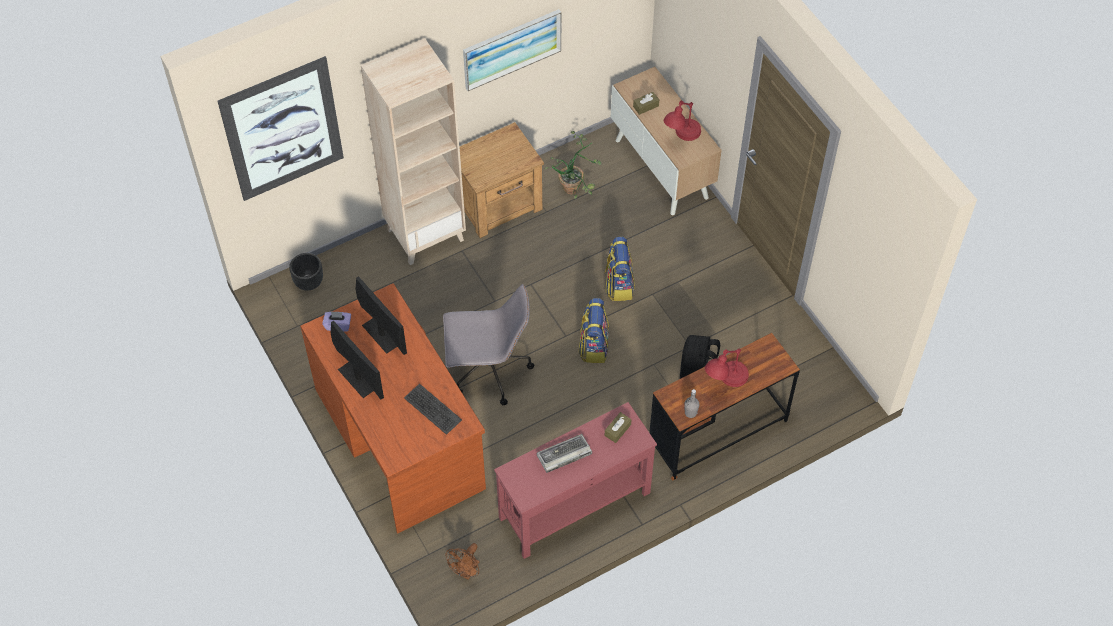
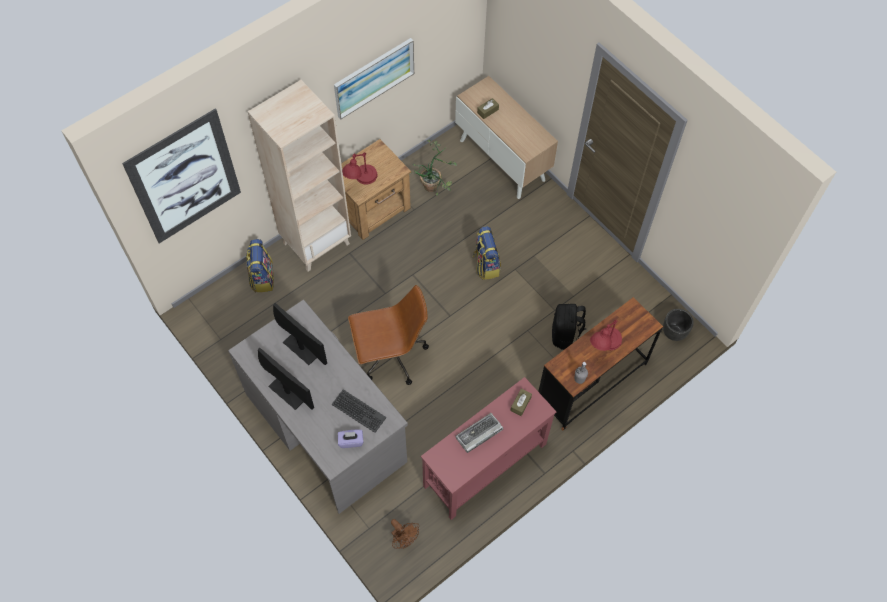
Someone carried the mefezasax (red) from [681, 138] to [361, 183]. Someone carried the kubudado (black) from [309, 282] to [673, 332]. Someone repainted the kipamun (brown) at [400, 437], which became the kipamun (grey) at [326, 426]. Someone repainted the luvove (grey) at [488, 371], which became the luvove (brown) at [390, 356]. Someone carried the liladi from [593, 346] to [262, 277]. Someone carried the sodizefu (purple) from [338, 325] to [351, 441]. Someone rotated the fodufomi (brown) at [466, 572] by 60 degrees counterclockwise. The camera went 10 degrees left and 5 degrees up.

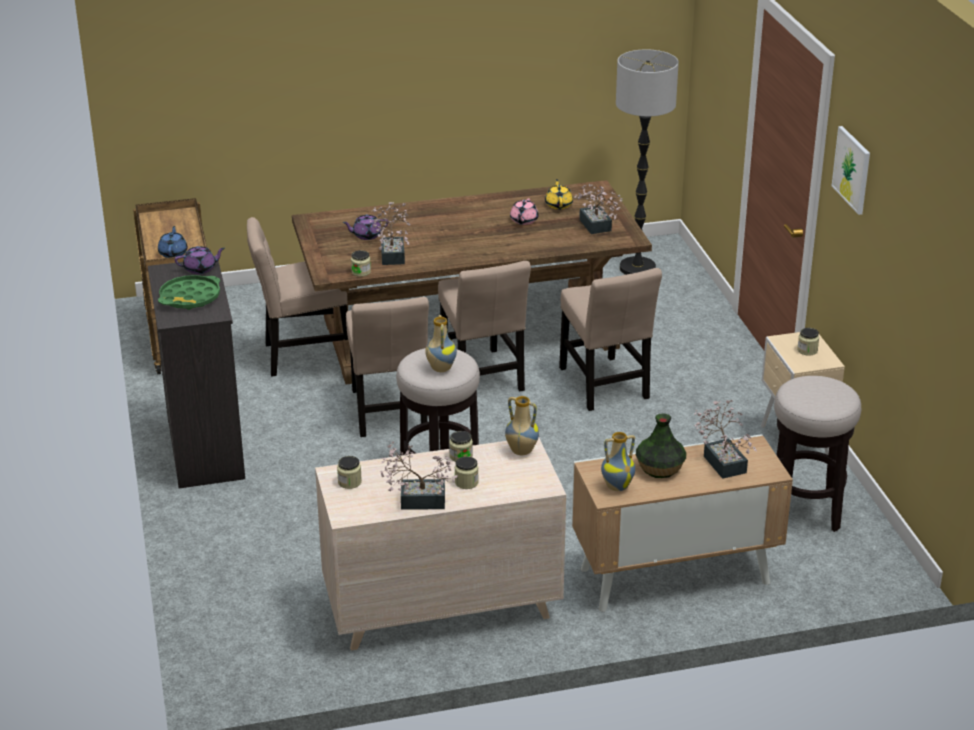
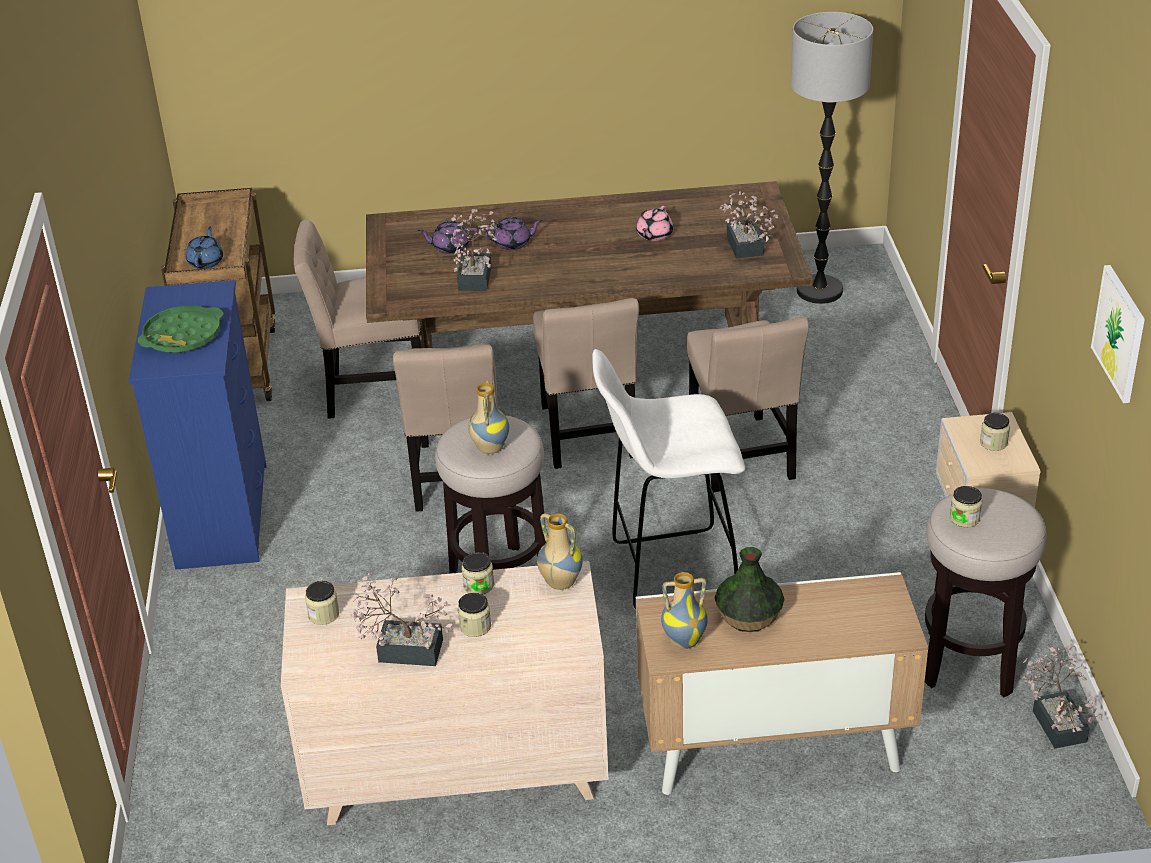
Someone carried the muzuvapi from [852, 169] to [1119, 333]. Someone took away the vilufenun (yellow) at [558, 205]. Someone carried the vilufenun (purple) from [200, 269] to [513, 243]. Someone carried the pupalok from [361, 272] to [964, 518]. Someone repainted the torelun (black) at [206, 448], which became the torelun (blue) at [223, 514]. Someone carried the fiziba from [722, 461] to [1057, 721]. Someone put down the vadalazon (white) at [669, 571]. The camera went 10 degrees right and 5 degrees up.

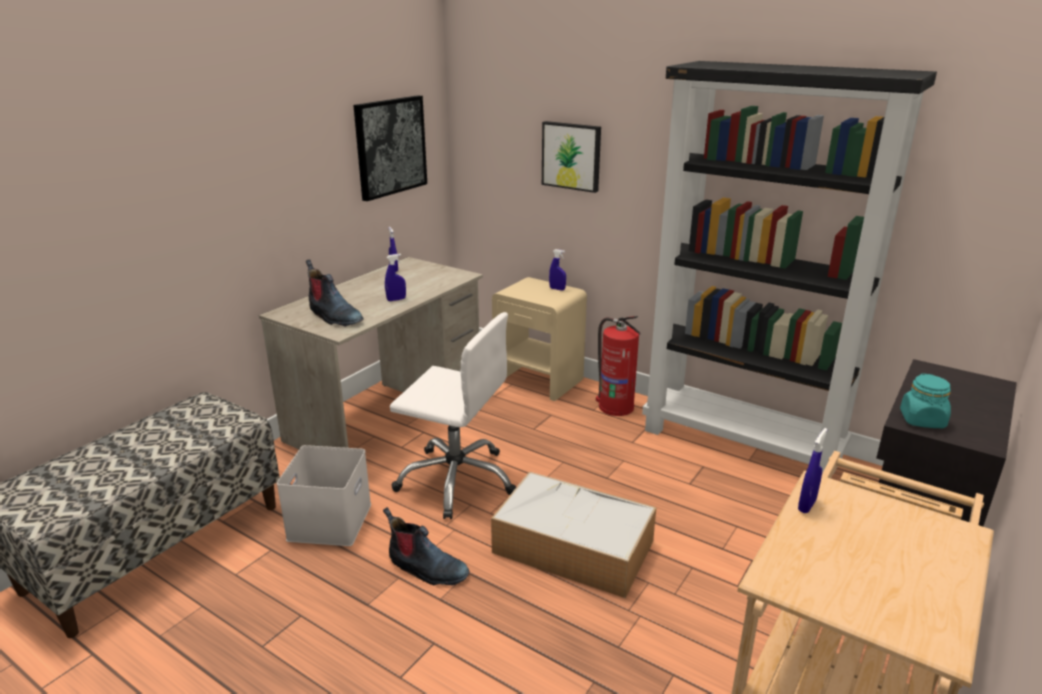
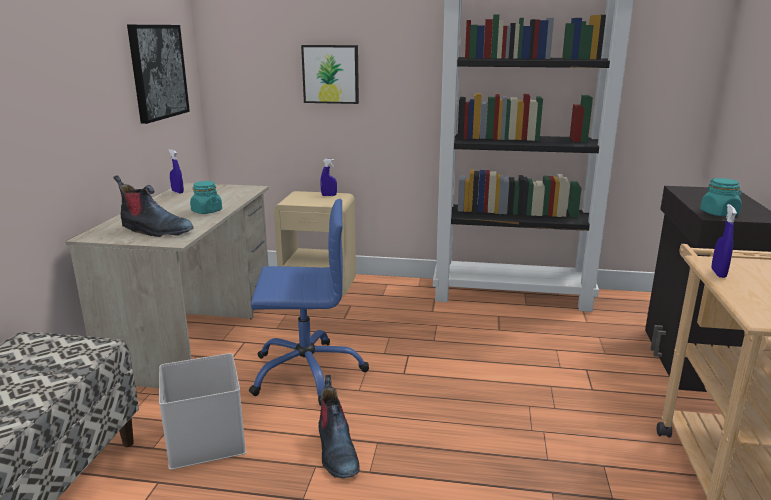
Someone swapped the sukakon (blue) at [396, 299] for the pupalok (turquoise) at [206, 211]. Someone repainted the luvove (white) at [456, 480], which became the luvove (blue) at [307, 372]. Someone took away the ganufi at [615, 406]. Someone took away the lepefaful at [570, 547]. Someone rotated the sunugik at [426, 569] by 75 degrees clockwise. The camera went 25 degrees left and 5 degrees down.

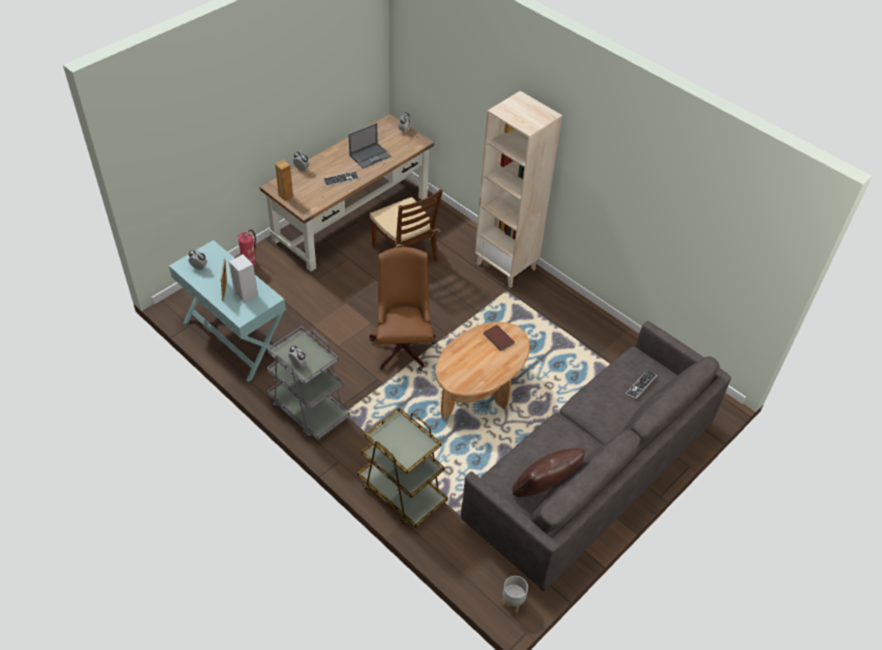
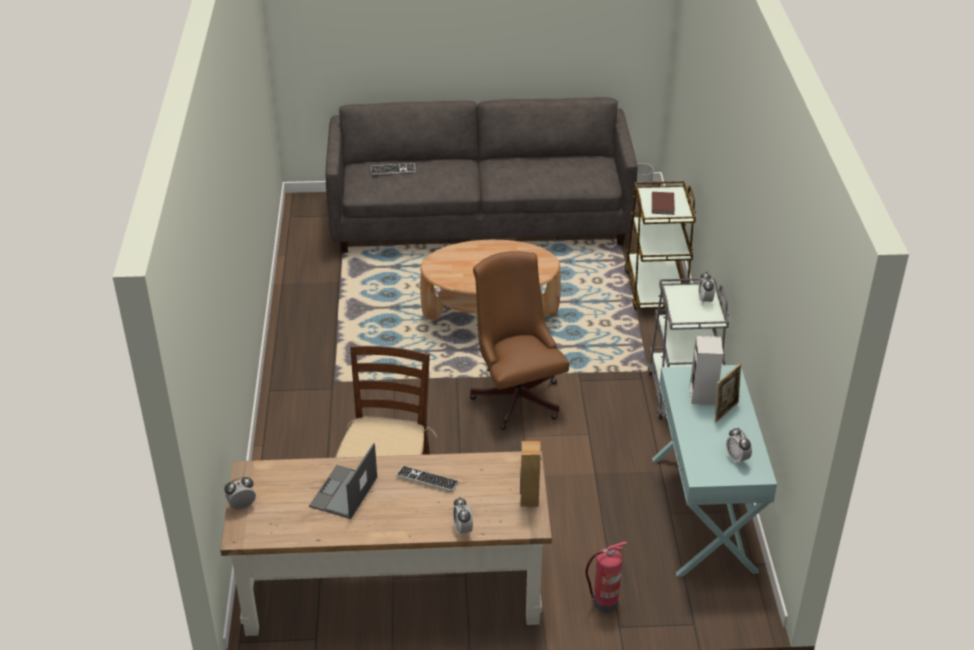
Someone took away the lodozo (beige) at [506, 266]. Someone rotated the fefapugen at [370, 155] by 75 degrees counterclockwise. Someone rotated the luvove (brown) at [403, 345] by 120 degrees clockwise. Someone carried the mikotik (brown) from [498, 339] to [663, 204]. Someone took away the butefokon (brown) at [544, 489]. The camera went 135 degrees left and 10 degrees down.

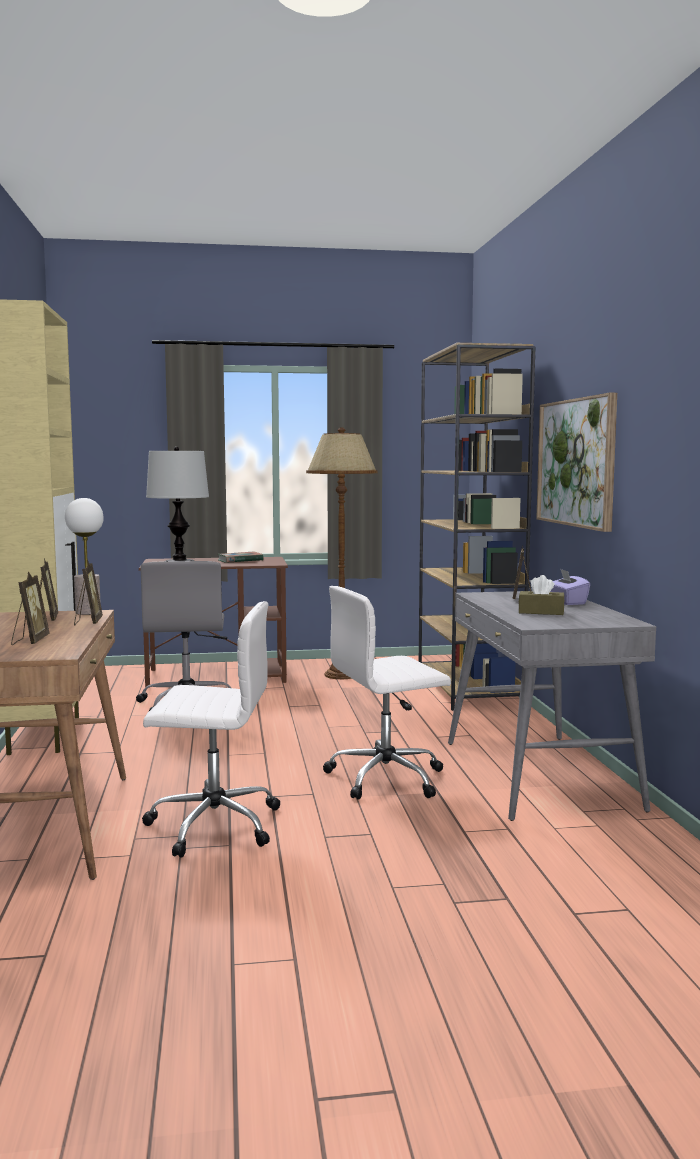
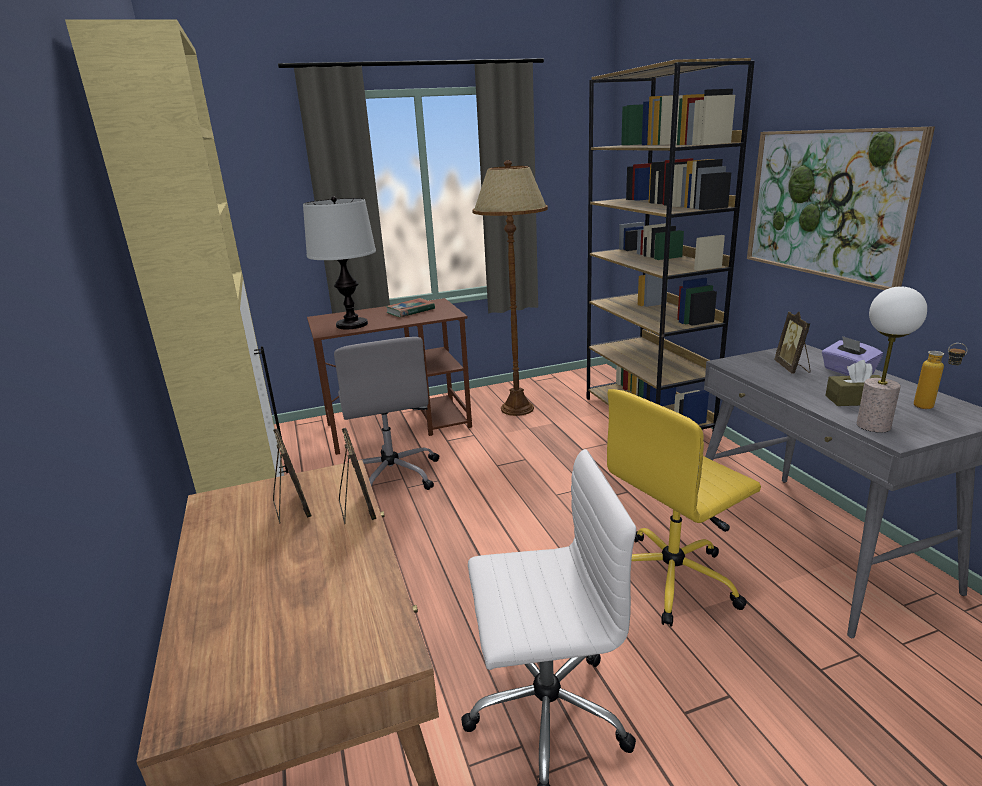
Someone carried the mefezasax from [87, 612] to [873, 426]. Someone took away the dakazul at [30, 641]. Someone repainted the luvove (white) at [388, 778], which became the luvove (yellow) at [673, 578]. Someone put down the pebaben at [932, 407]. The camera went 10 degrees left and 15 degrees up.

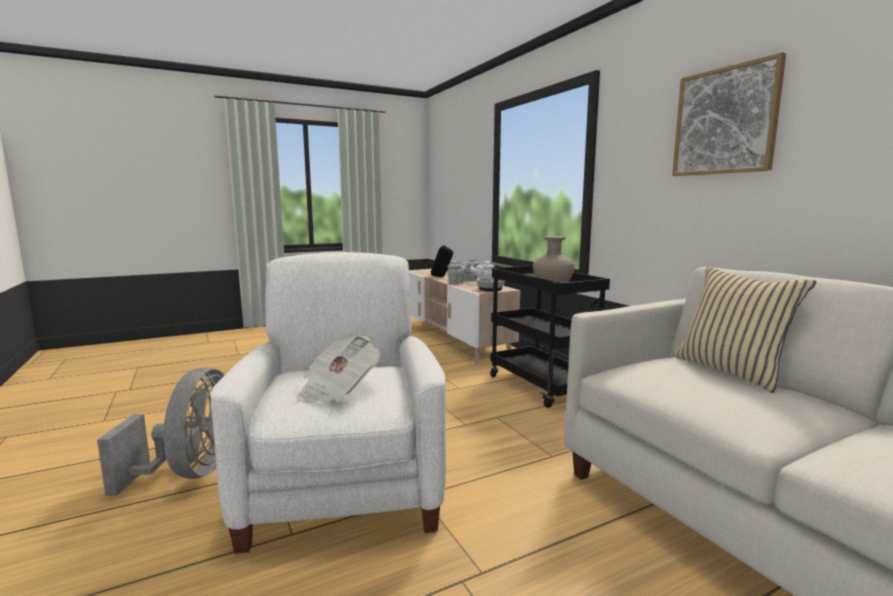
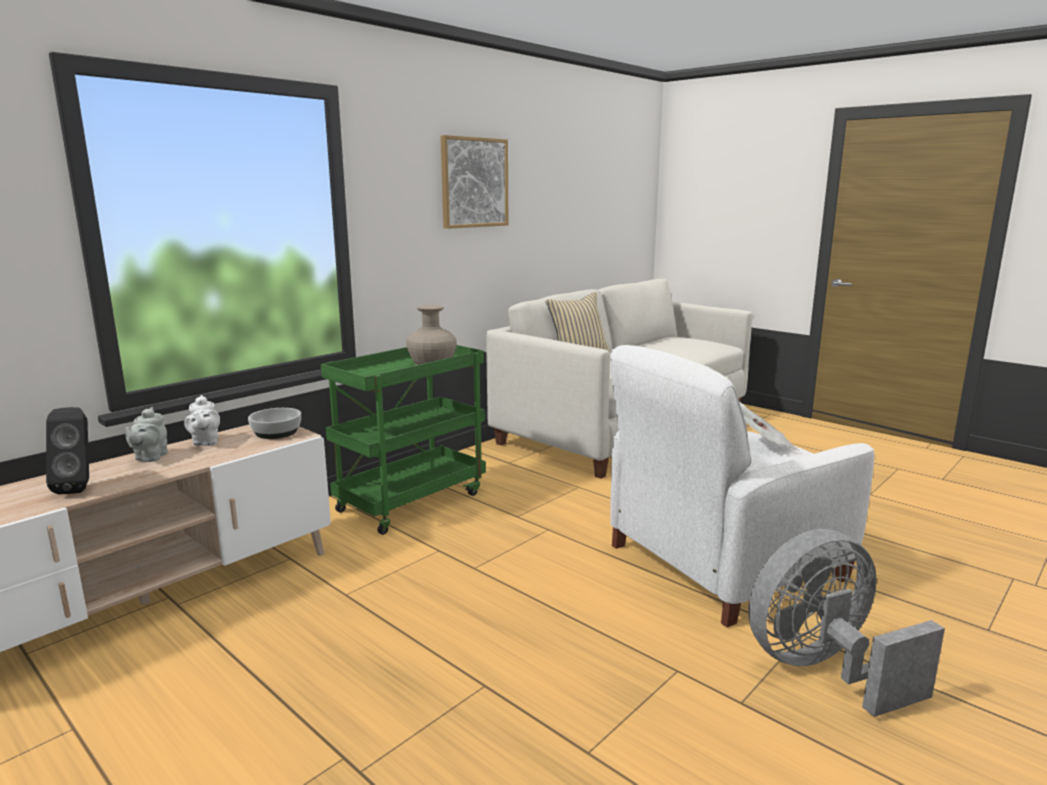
Someone took away the vilufenun (grey) at [457, 283]. Someone repainted the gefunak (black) at [543, 387], which became the gefunak (green) at [411, 501]. The camera went 110 degrees left and 5 degrees up.

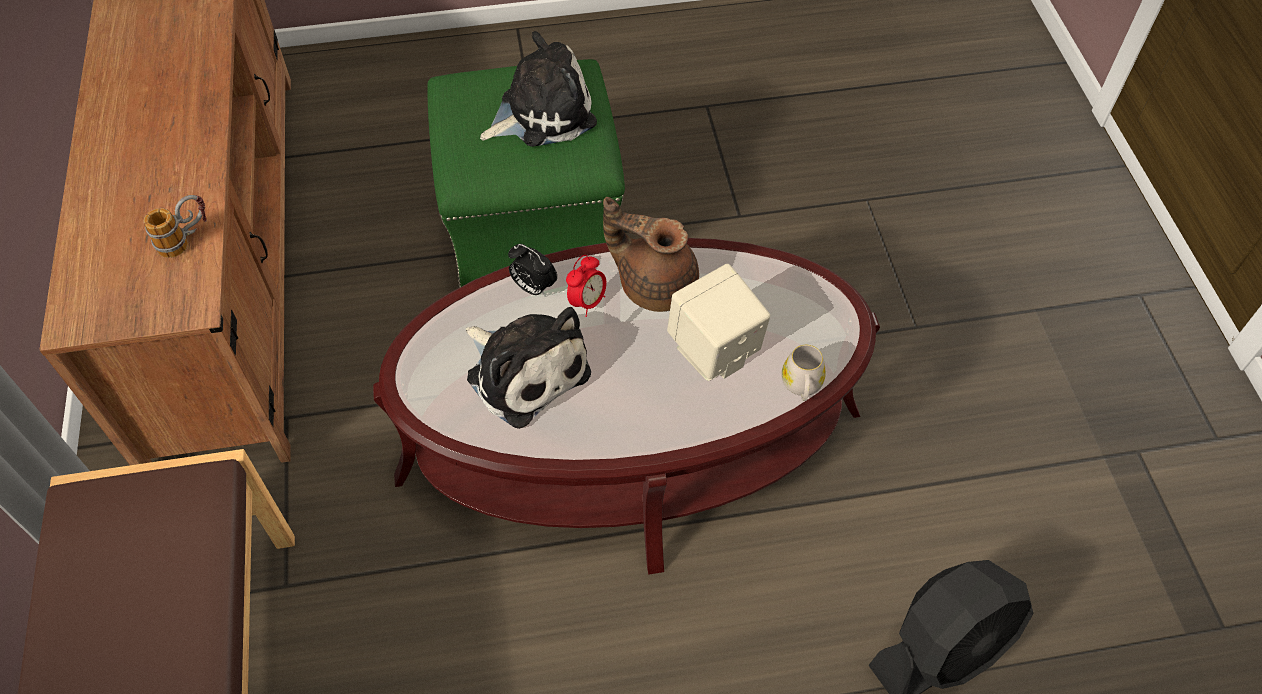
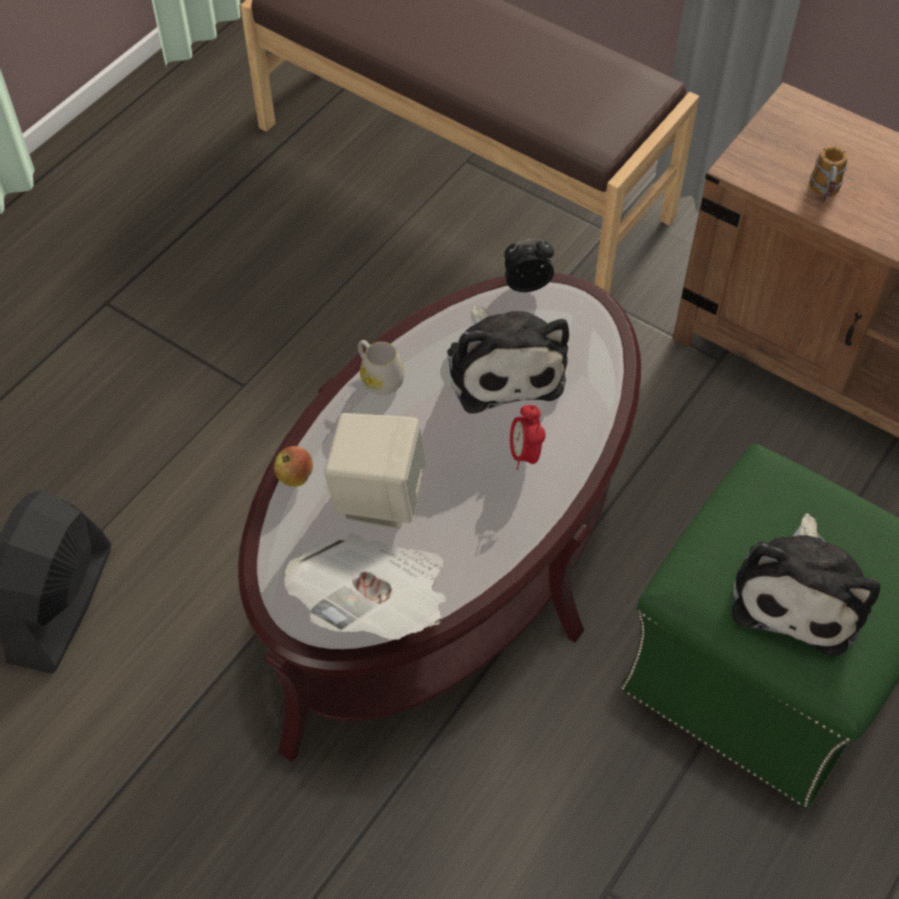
Someone took away the vilufenun (brown) at [654, 284]. Someone carried the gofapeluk from [533, 287] to [527, 284]. Someone rotated the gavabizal at [524, 371] by 105 degrees counterclockwise. Someone carried the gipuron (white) from [801, 387] to [378, 378]. Someone put down the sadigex at [295, 476]. Someone put down the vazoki at [376, 604]. The camera went 135 degrees right and 0 degrees up.

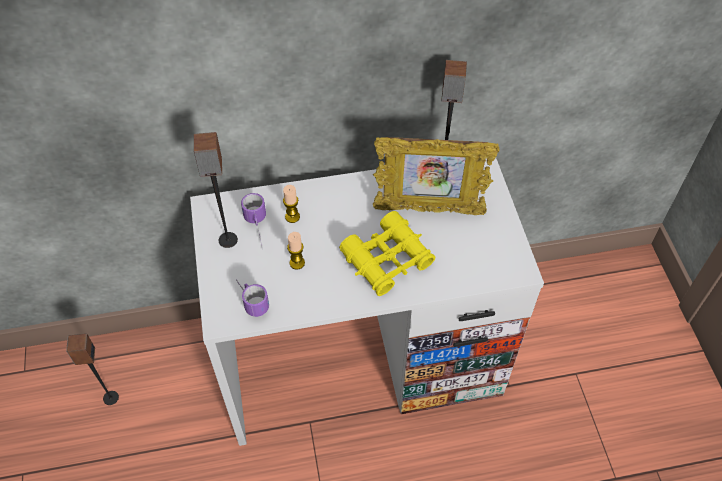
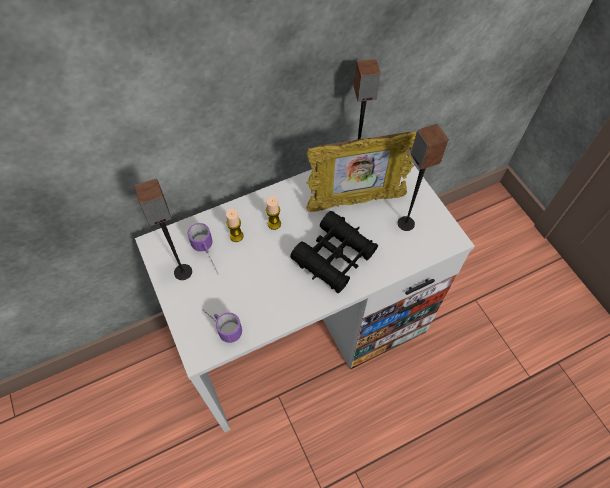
Someone repainted the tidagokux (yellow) at [387, 260], which became the tidagokux (black) at [334, 257]. Someone carried the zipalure from [297, 263] to [274, 223]. Someone carried the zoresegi from [110, 398] to [405, 223]. The camera went 15 degrees left and 5 degrees up.

